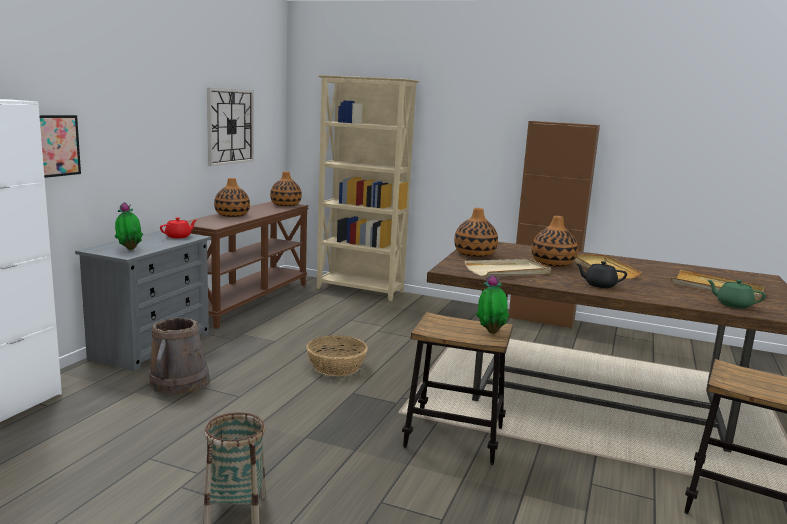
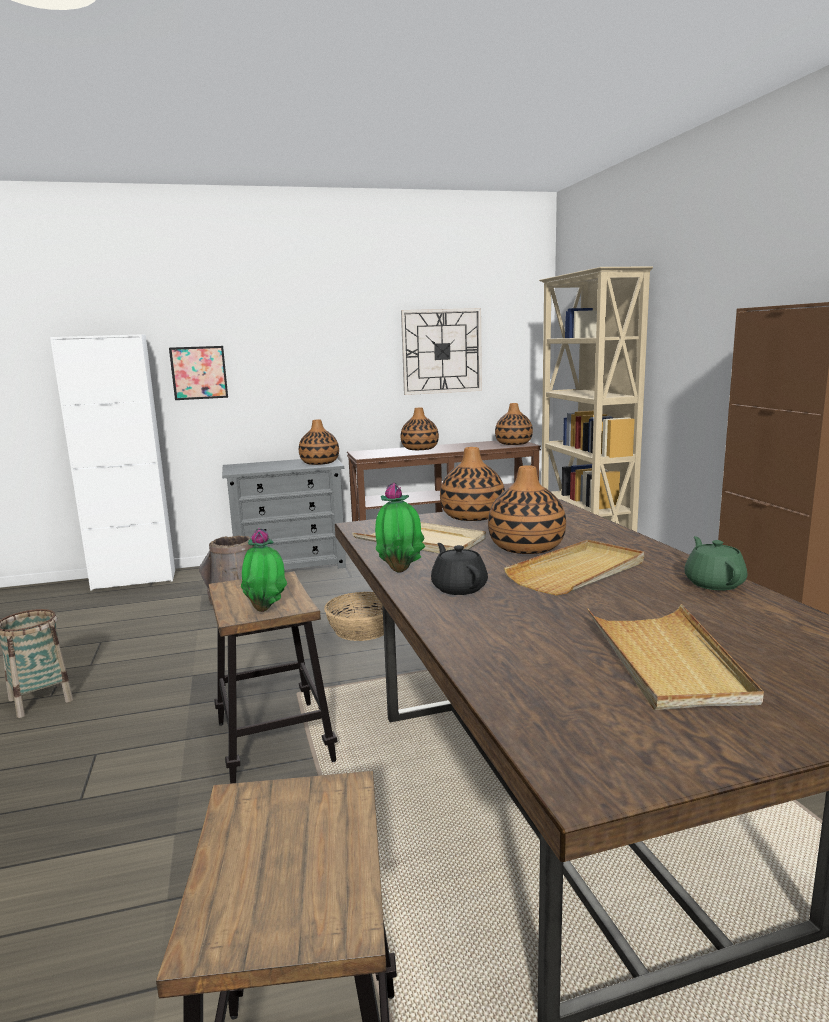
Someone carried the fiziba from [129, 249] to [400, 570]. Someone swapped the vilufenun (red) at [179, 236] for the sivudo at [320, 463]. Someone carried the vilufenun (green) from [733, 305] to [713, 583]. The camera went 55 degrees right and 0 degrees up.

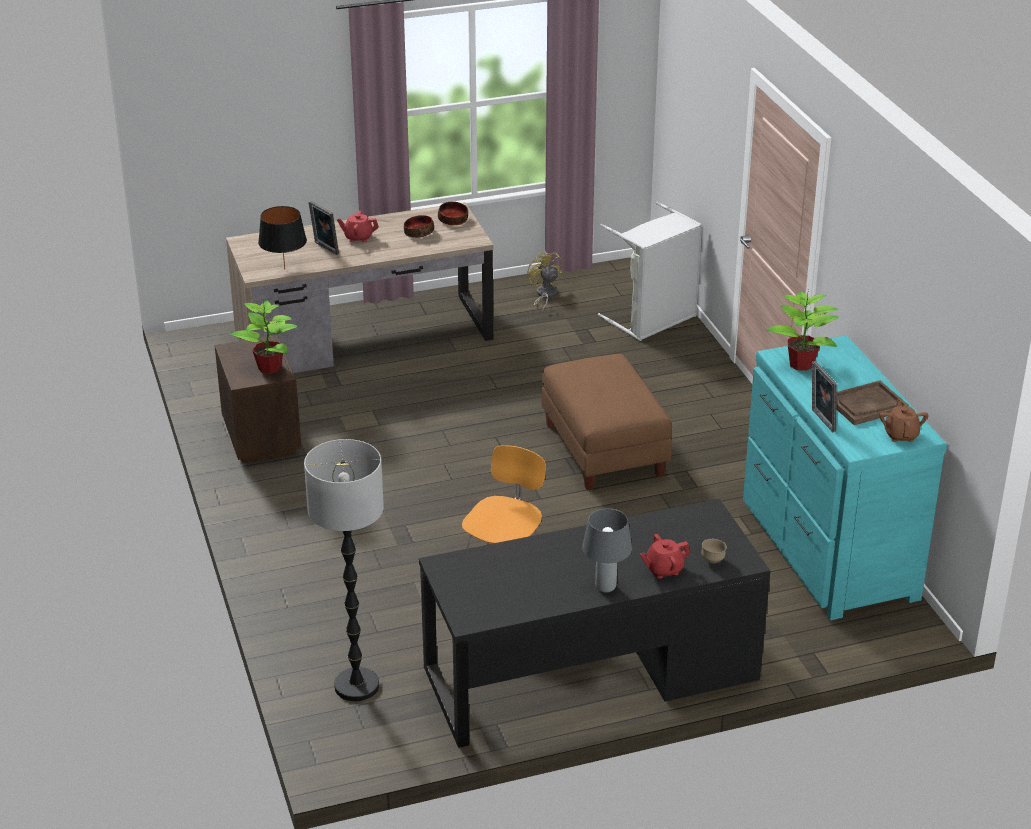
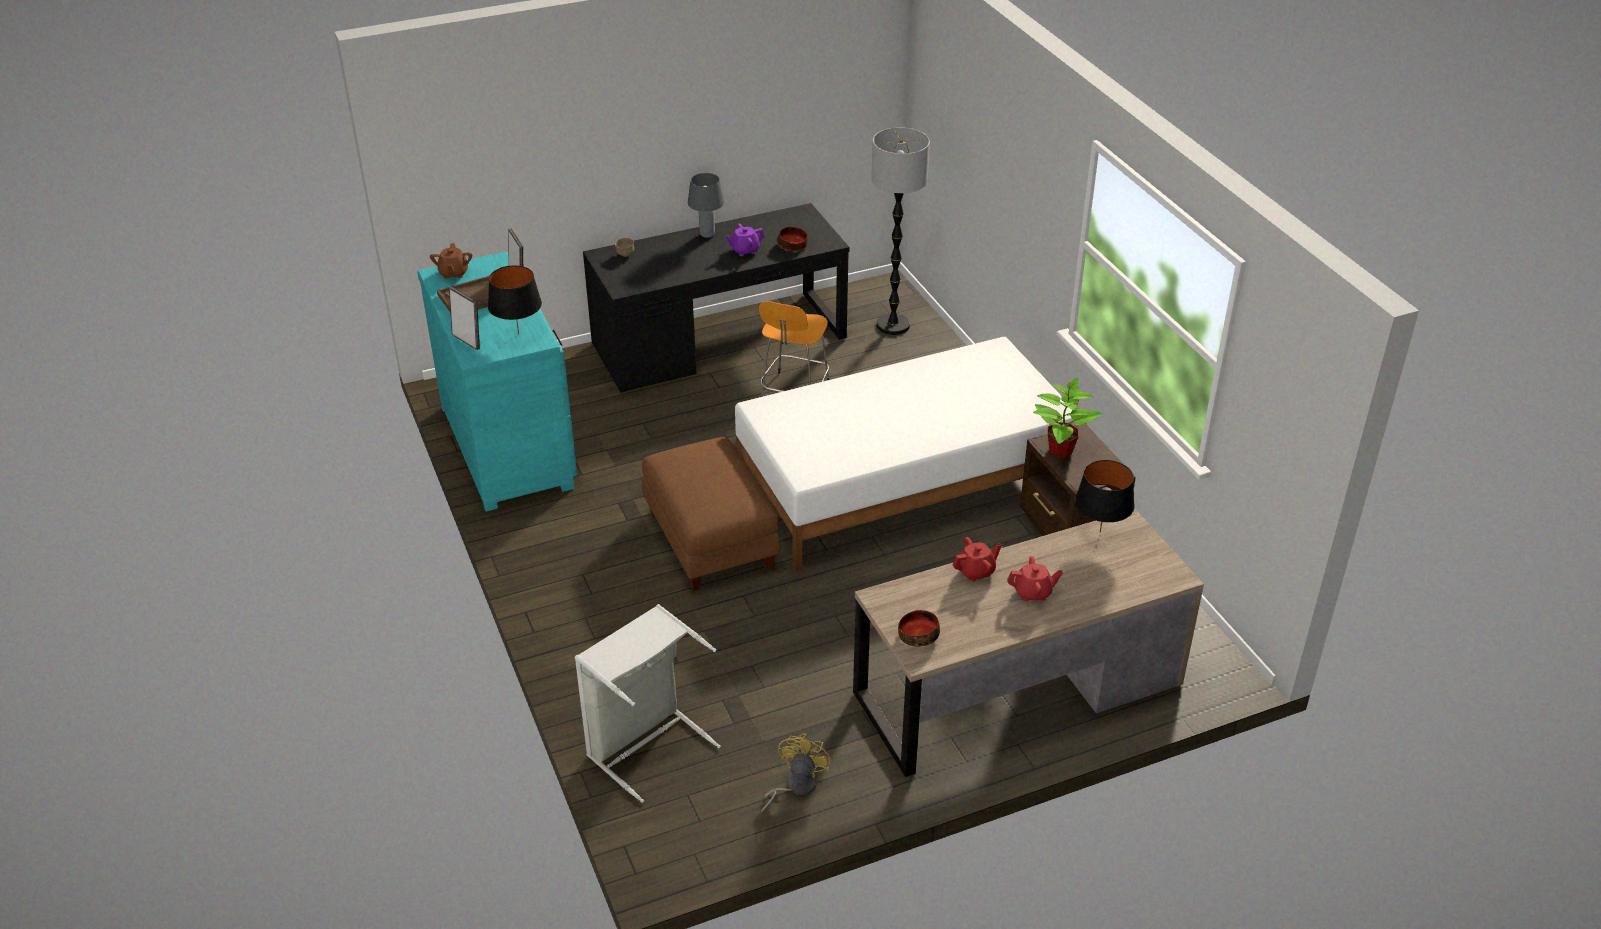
Someone carried the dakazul from [325, 249] to [467, 340]. Someone carried the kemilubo from [419, 232] to [792, 245]. Someone rotated the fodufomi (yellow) at [545, 295] by 135 degrees counterclockwise. Someone swapped the fiziba at [802, 364] for the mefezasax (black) at [518, 334]. Someone carried the vilufenun (red) from [663, 569] to [976, 571]. Someone put down the vilufenun (purple) at [745, 250]. Someone put down the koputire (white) at [905, 487]. The camera went 175 degrees right and 5 degrees up.

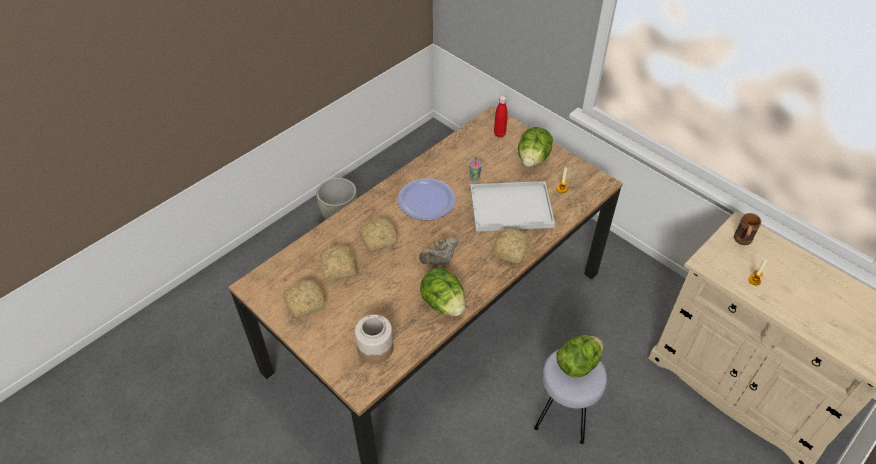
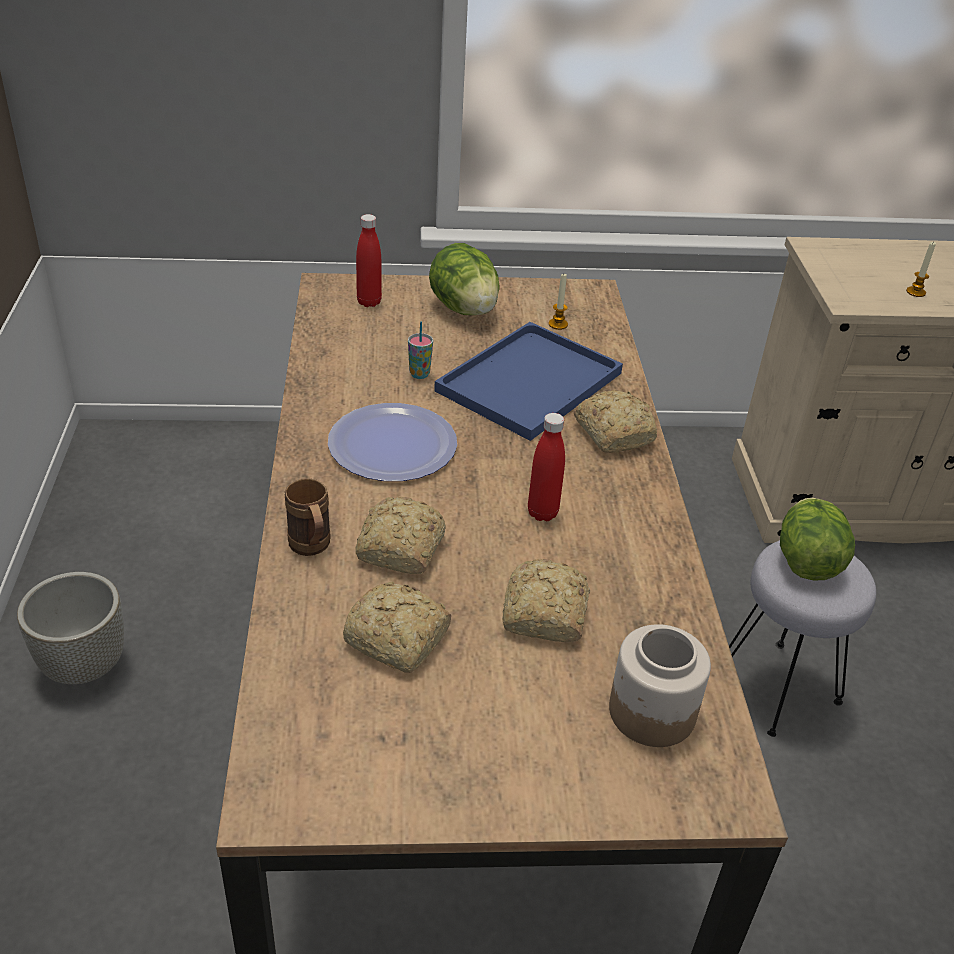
Someone repainted the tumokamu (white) at [512, 206], which became the tumokamu (blue) at [530, 380]. Someone carried the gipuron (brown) from [741, 241] to [311, 549]. Someone swapped the vilufenun (beige) at [439, 260] for the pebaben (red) at [542, 513]. Someone took away the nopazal at [443, 303]. Someone carried the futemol from [303, 303] to [543, 615]. The camera went 50 degrees left and 10 degrees down.

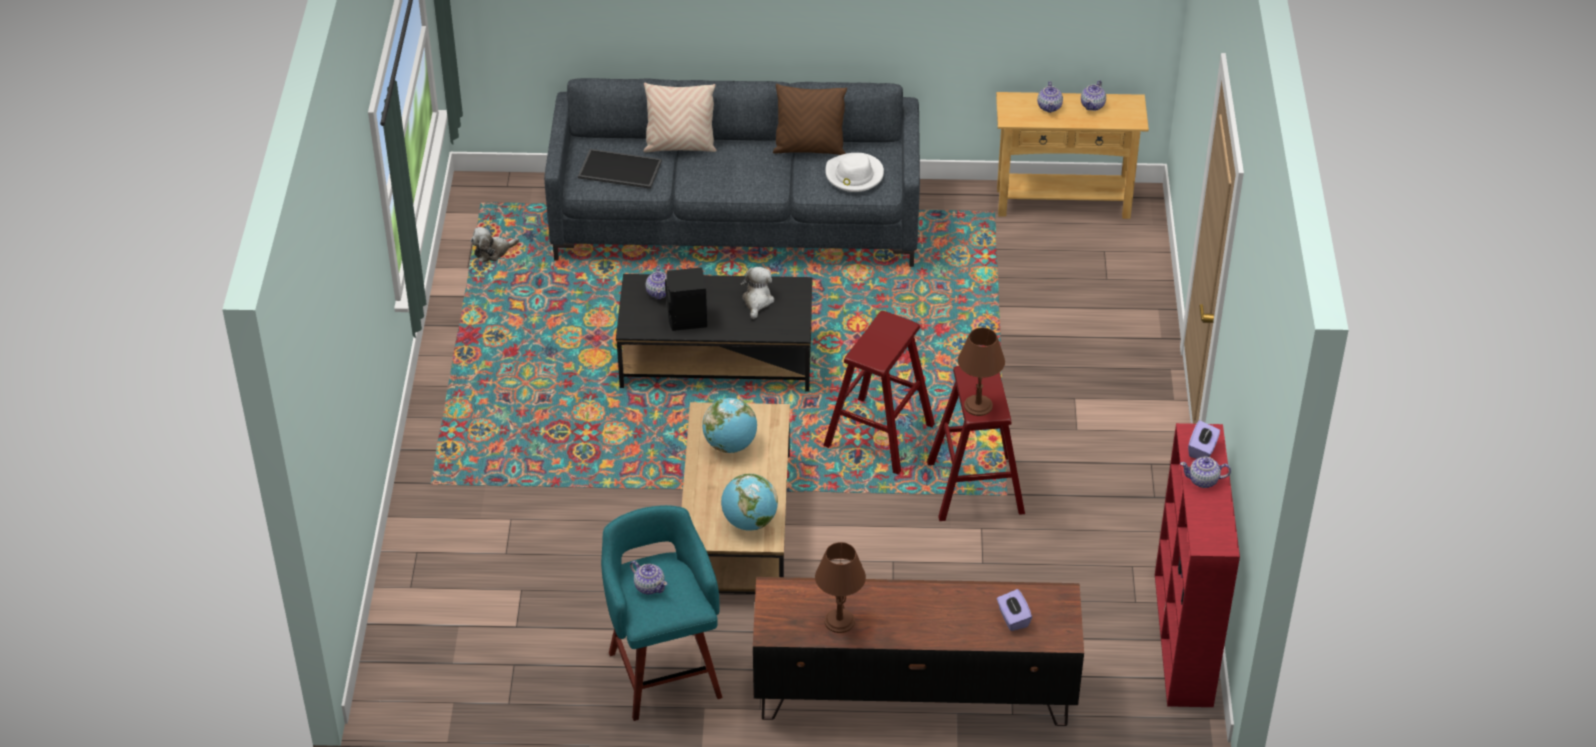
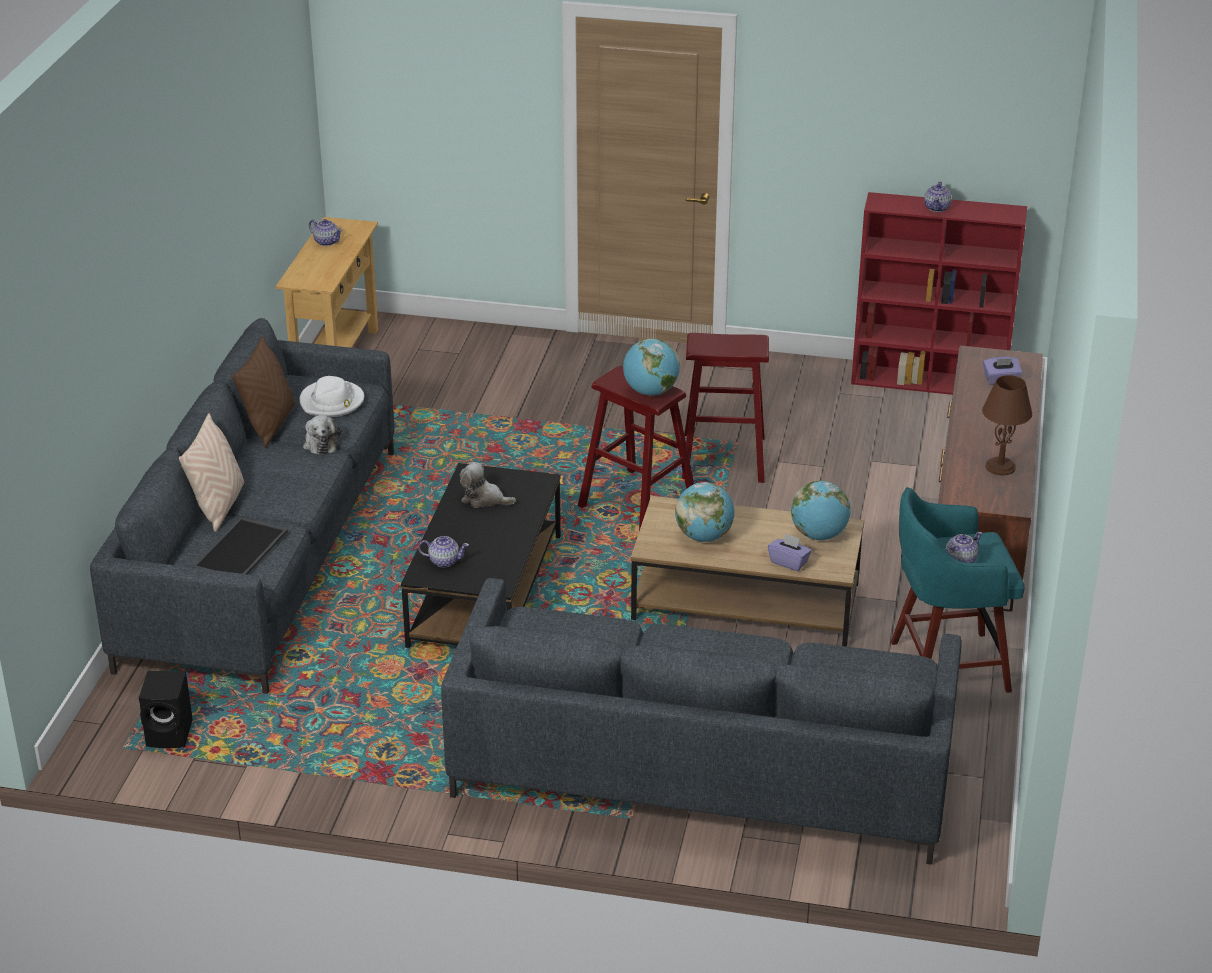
Someone took away the vilufenun at [1049, 107]. Someone carried the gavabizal from [493, 252] to [320, 443]. Someone carried the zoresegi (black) from [687, 319] to [171, 734]. Someone took away the mefezasax (brown) at [978, 405]. Someone carried the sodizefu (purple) from [1202, 449] to [789, 562]. Someone put down the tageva at [650, 392]. Someone put down the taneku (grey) at [701, 770]. The camera went 80 degrees left and 10 degrees down.

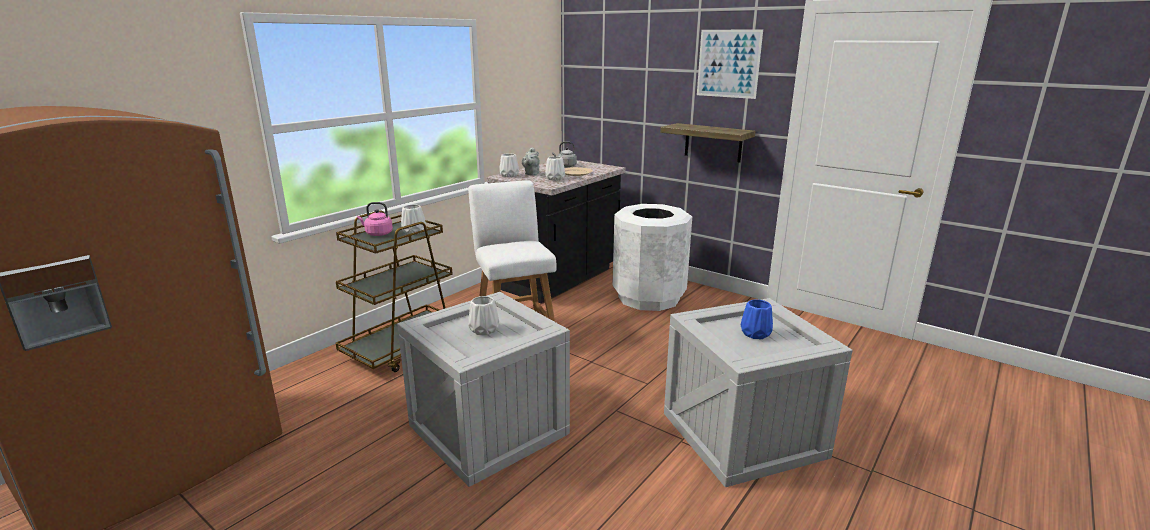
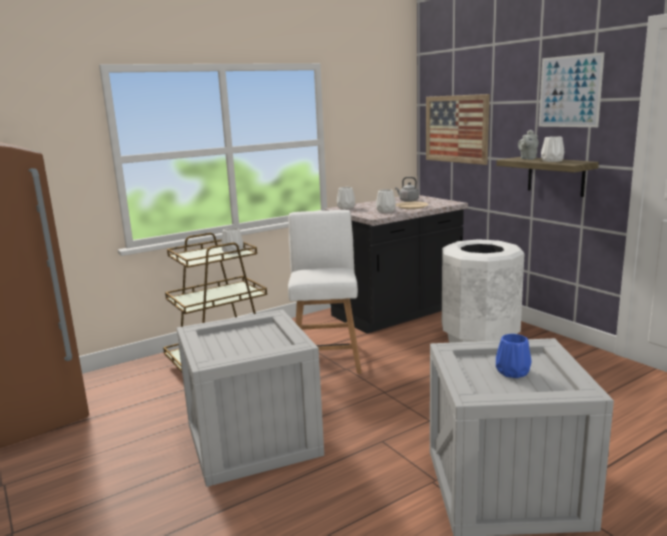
Someone carried the vilufenun (grey) from [531, 174] to [528, 158]. Someone took away the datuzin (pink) at [377, 234]. Someone carried the sivudo (white) from [485, 329] to [552, 161]. Someone put up the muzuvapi at [456, 129]. The camera went 20 degrees right and 5 degrees down.

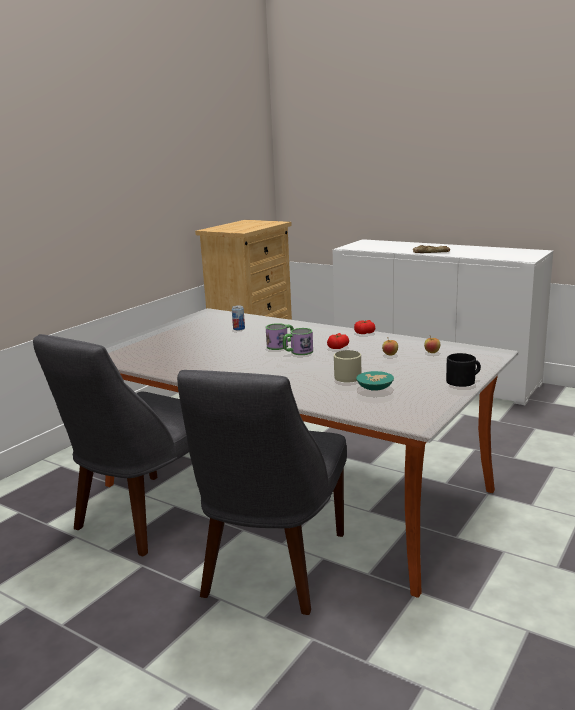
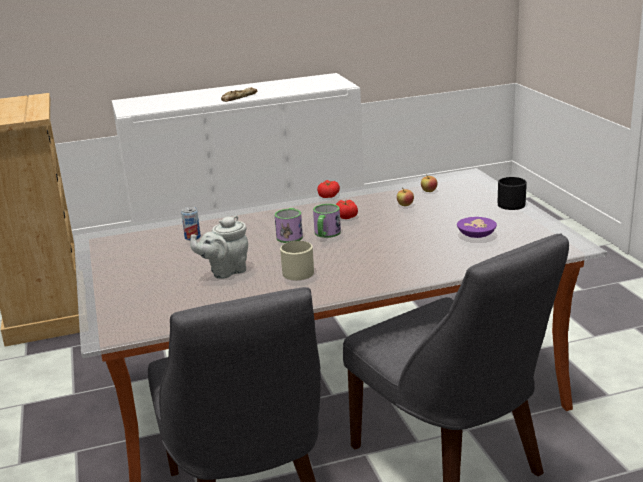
Someone carried the gipuron (beige) from [348, 376] to [295, 271]. Someone repainted the kemilubo (turquoise) at [376, 388], which became the kemilubo (purple) at [476, 234]. Someone put down the vilufenun (grey) at [225, 272]. The camera went 50 degrees left and 5 degrees up.

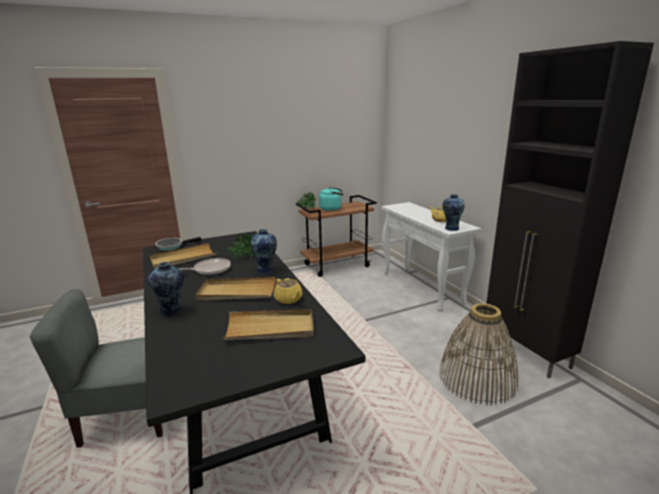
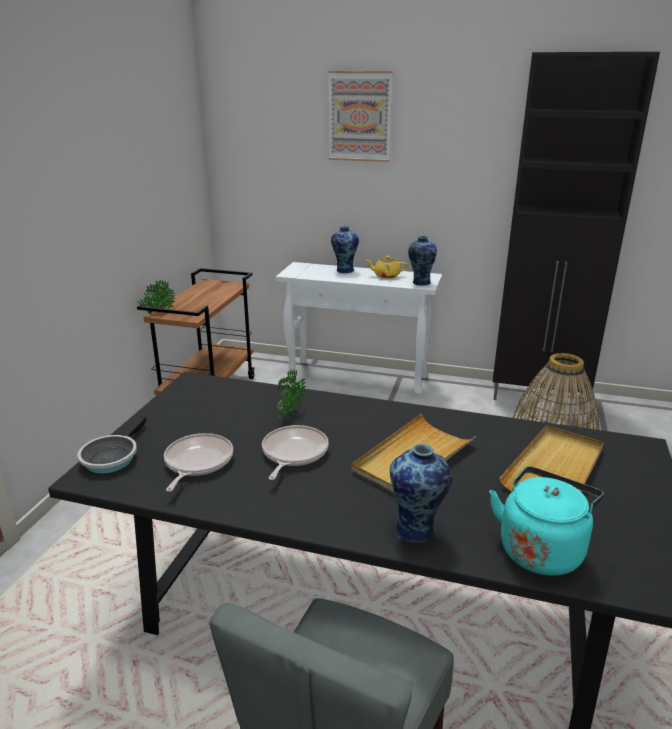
Someone carried the datuzin (turquoise) from [332, 208] to [541, 549]. Someone carried the sivudo from [266, 270] to [344, 270]. Someone swapped the tumokamu (beige) at [183, 258] for the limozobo at [197, 462]. Someone took away the vilufenun (yellow) at [288, 299]. Someone put up the muzuvapi at [359, 116]. The camera went 50 degrees left and 5 degrees up.

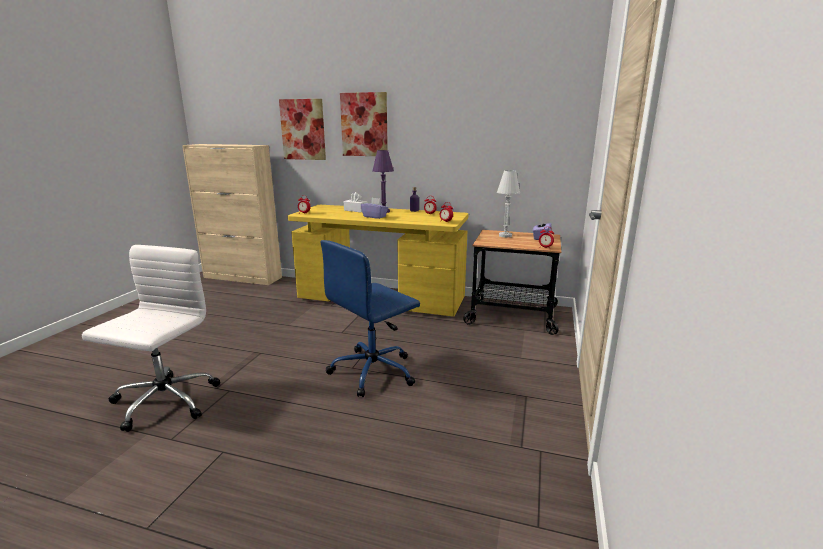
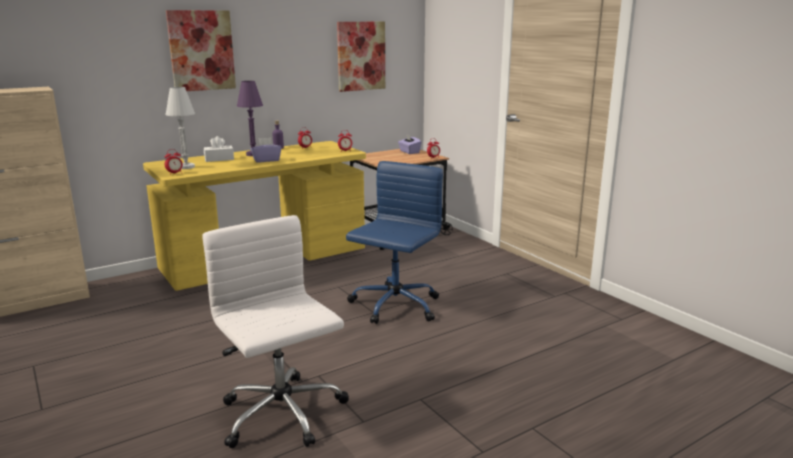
Someone carried the muzuvapi from [303, 129] to [361, 56]. Someone carried the mefezasax (white) from [505, 235] to [186, 167]. Someone rotated the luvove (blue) at [374, 371] by 150 degrees counterclockwise. The camera went 50 degrees left and 0 degrees up.

